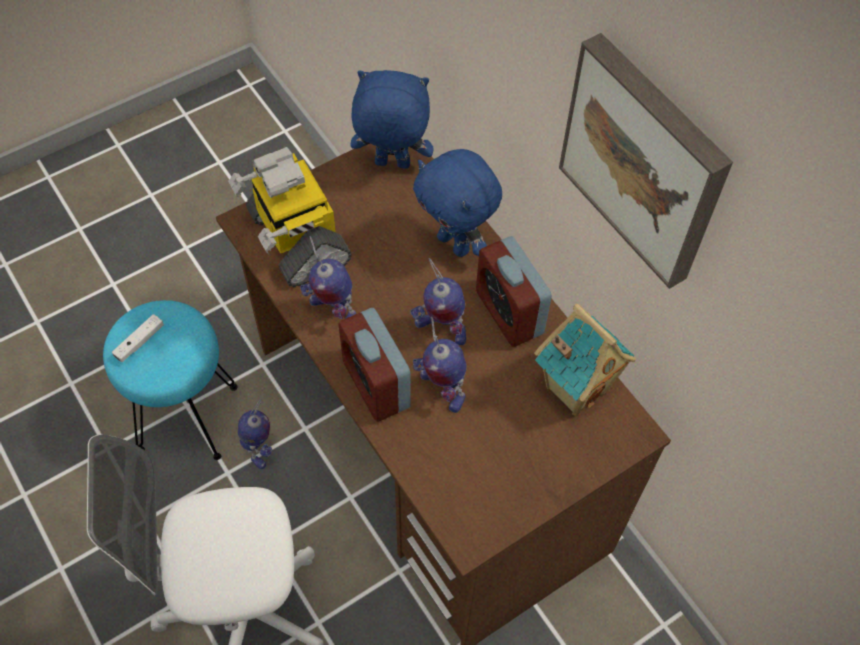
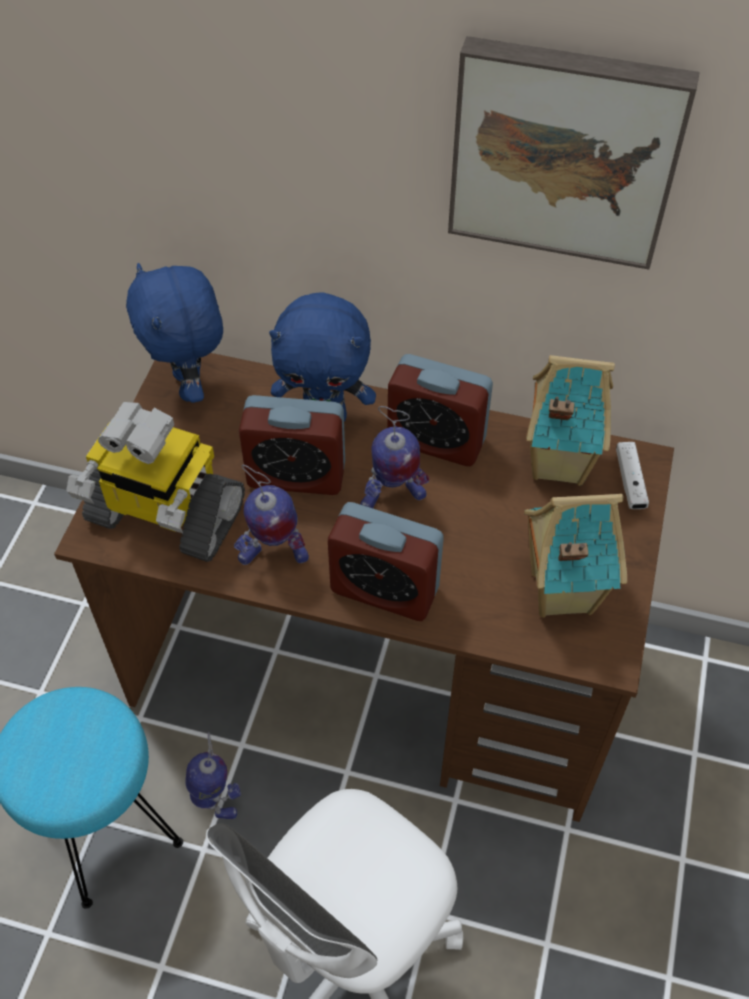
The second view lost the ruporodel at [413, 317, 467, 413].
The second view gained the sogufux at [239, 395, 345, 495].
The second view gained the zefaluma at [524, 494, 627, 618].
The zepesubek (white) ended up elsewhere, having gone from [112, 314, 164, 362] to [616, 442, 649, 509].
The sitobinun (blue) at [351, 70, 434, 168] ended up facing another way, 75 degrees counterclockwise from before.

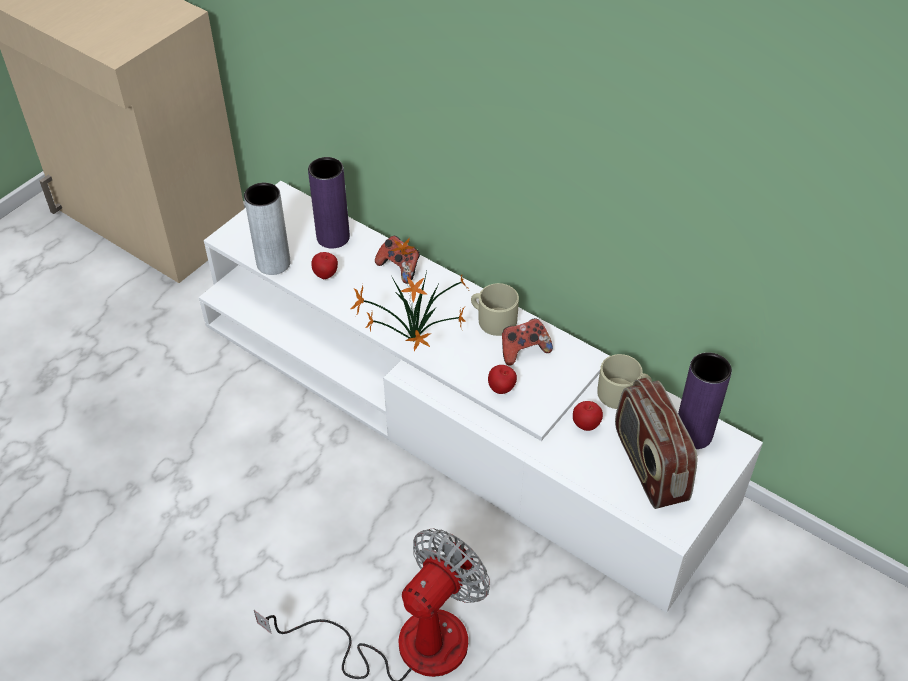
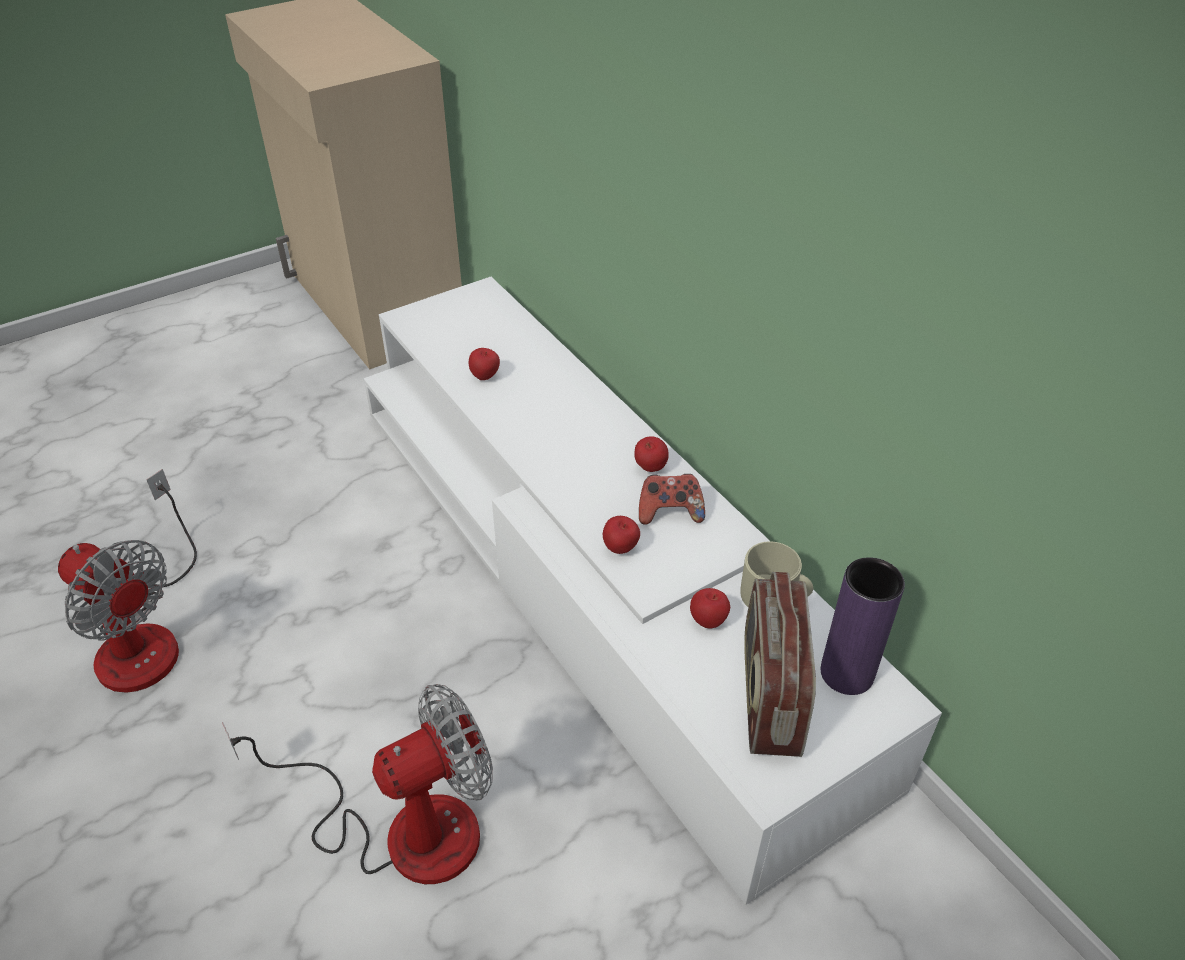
The second view lost the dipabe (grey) at [244, 183, 290, 275].
The second view lost the dipabe (purple) at [308, 157, 350, 249].
The second view lost the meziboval at [350, 237, 469, 351].
The second view lost the zepesubek at [375, 236, 420, 284].
The second view gained the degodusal at [58, 469, 197, 693].
Where the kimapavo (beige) stood at [471, 283, 519, 336], the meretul came to stand at [634, 436, 669, 472].

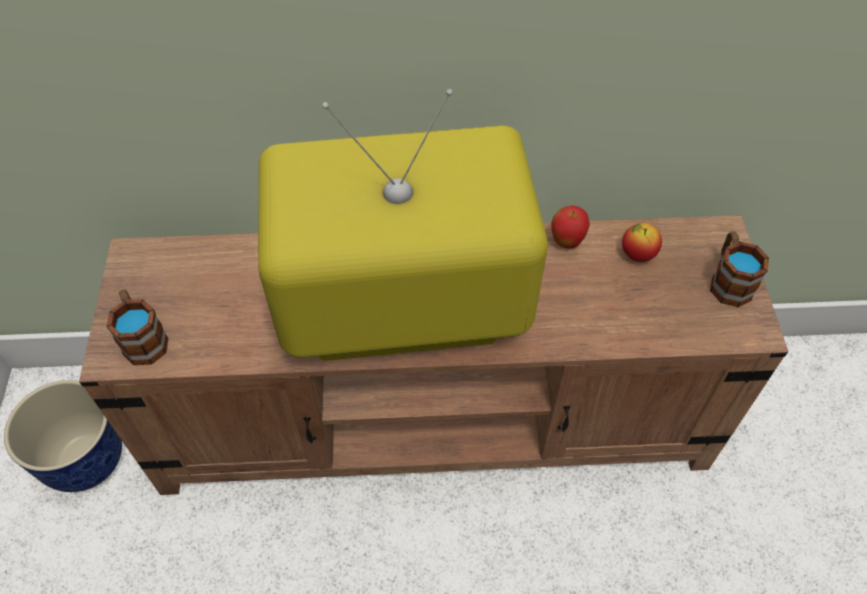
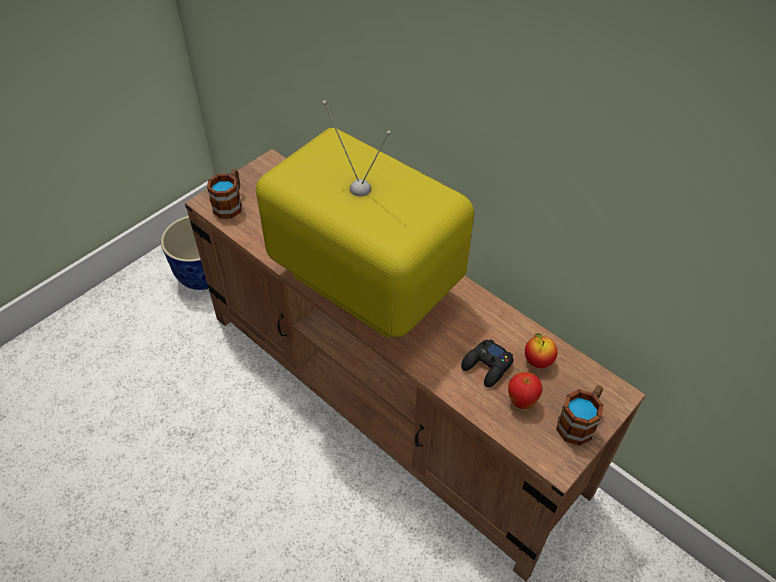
The second view gained the zepesubek (black) at [461, 339, 514, 387].
The meretul ended up elsewhere, having gone from [551, 206, 590, 249] to [508, 372, 543, 409].

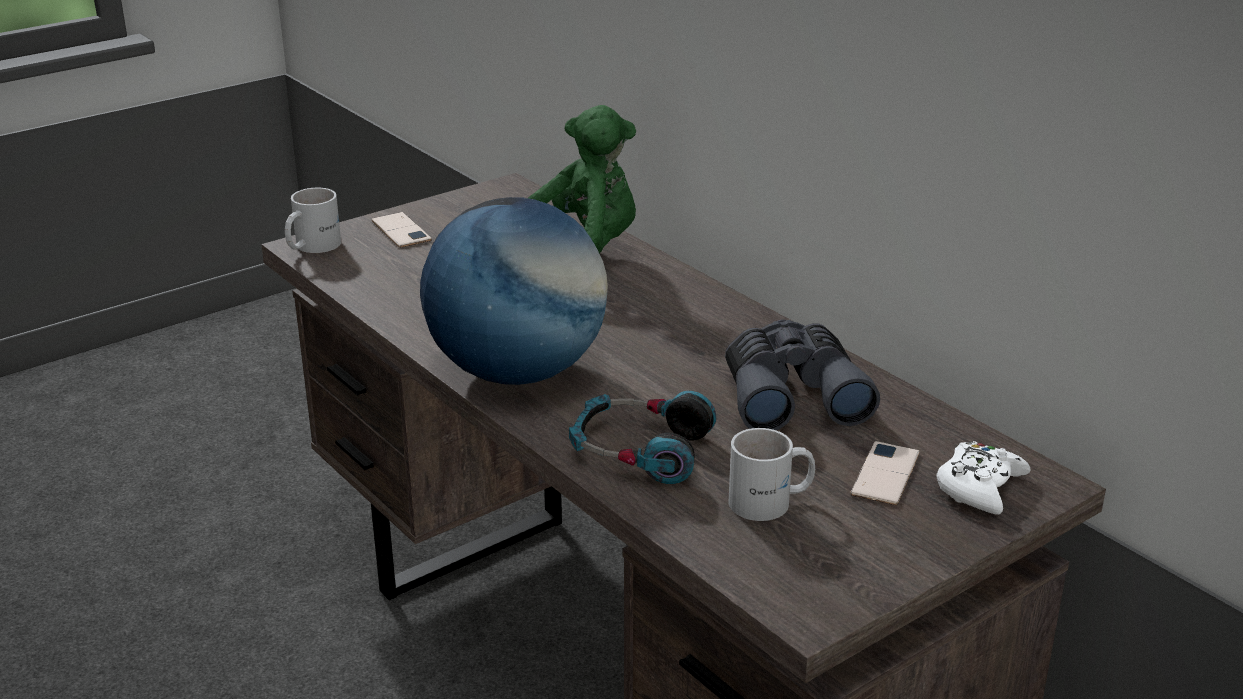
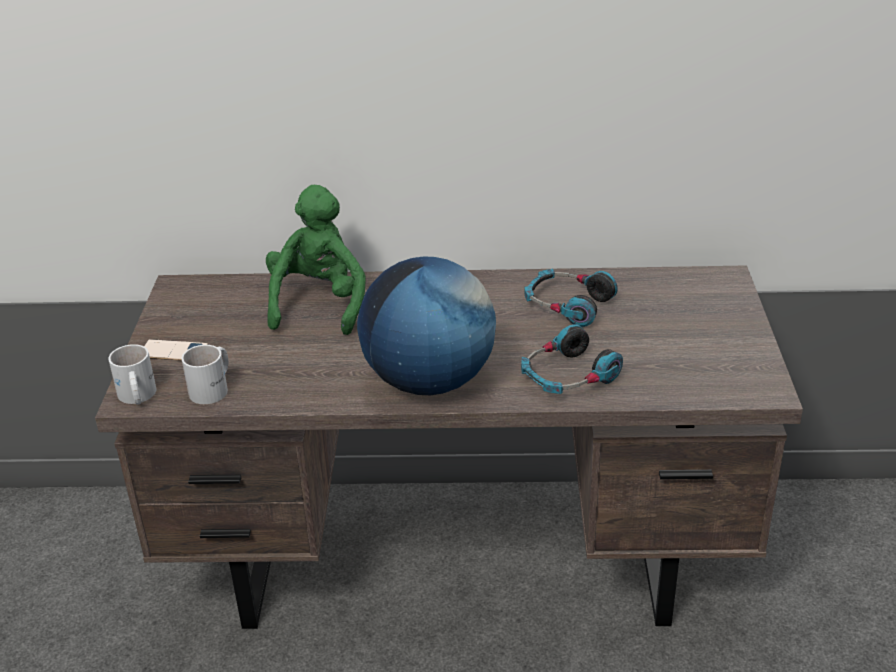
The second view lost the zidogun at [850, 441, 920, 505].
The second view lost the zepesubek (white) at [936, 441, 1031, 515].
The kimapavo (white) ended up elsewhere, having gone from [729, 428, 815, 521] to [182, 345, 228, 404].
Where the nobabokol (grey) stood at [725, 320, 880, 430], the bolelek came to stand at [524, 269, 618, 327].

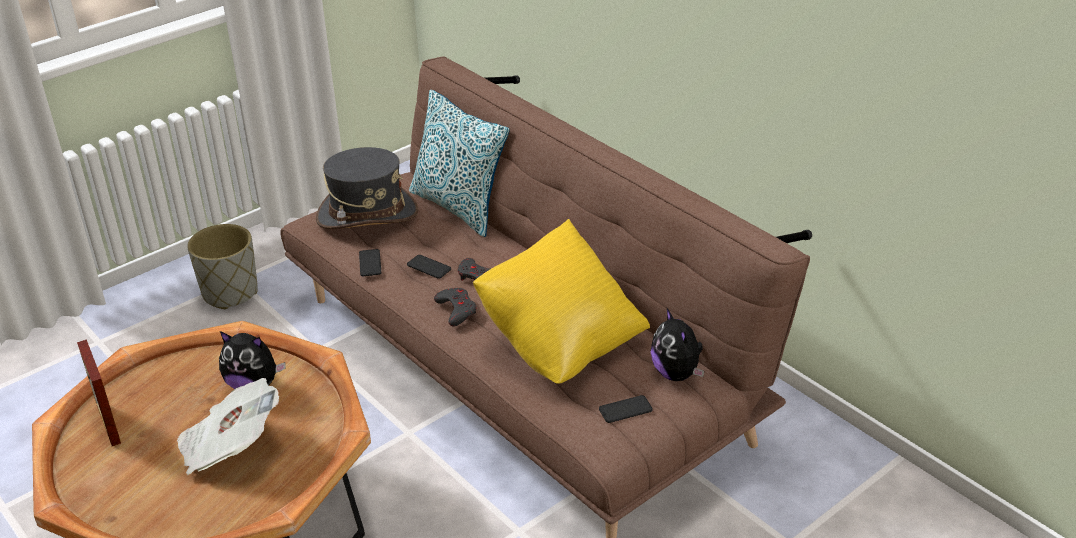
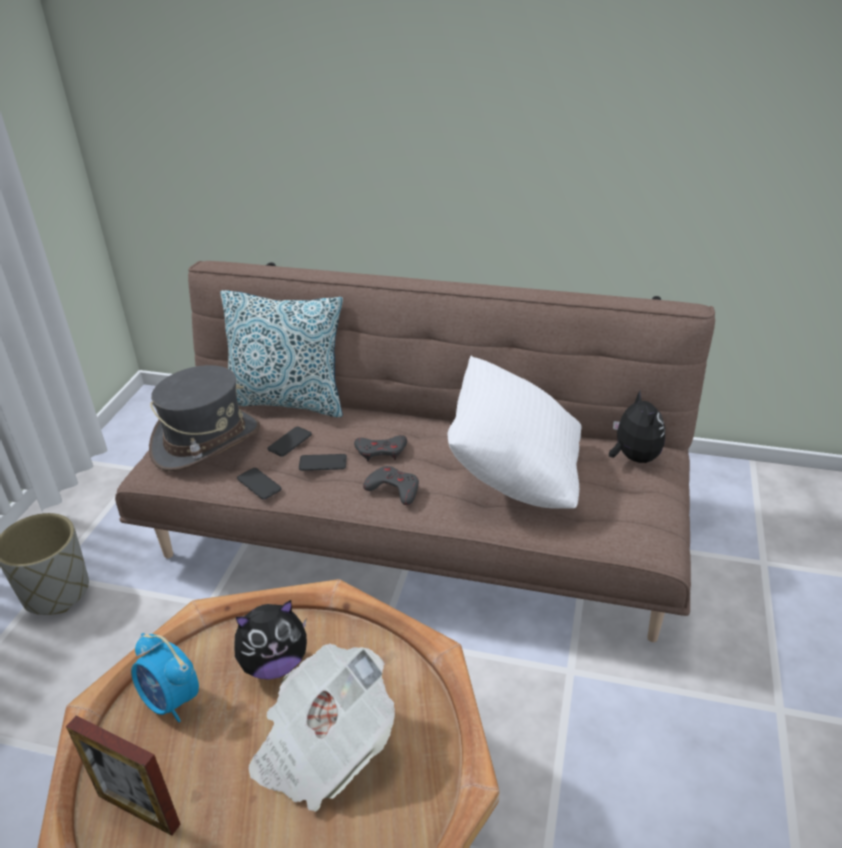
The second view gained the sogufux at [131, 633, 199, 722].
The zidogun ended up elsewhere, having gone from [599, 395, 653, 423] to [268, 427, 312, 457].
What was the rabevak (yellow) at [473, 219, 650, 384] turned into the rabevak (white) at [447, 356, 581, 509].
The sitobinun at [651, 307, 704, 381] ended up facing another way, 135 degrees counterclockwise from before.

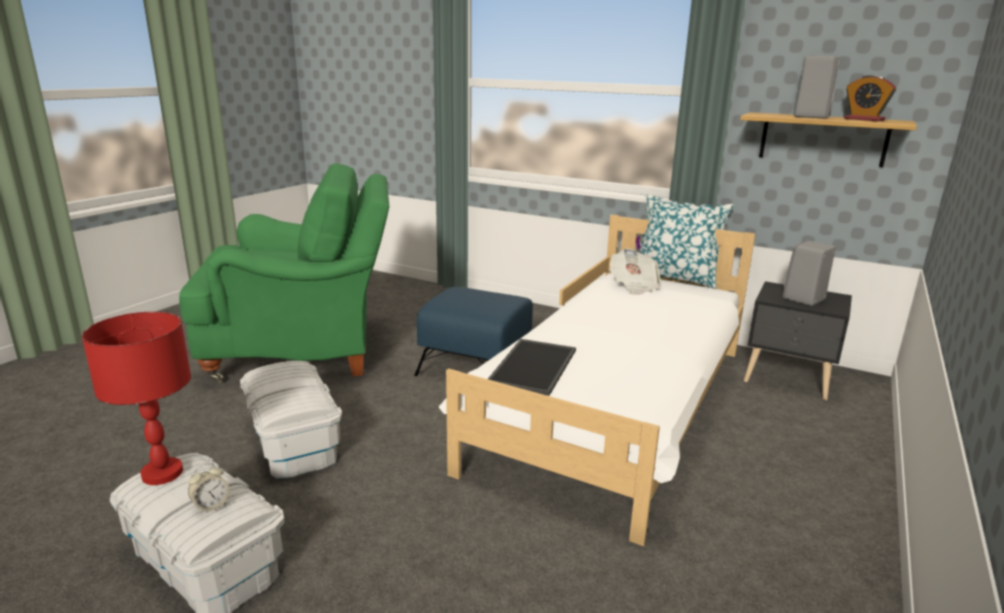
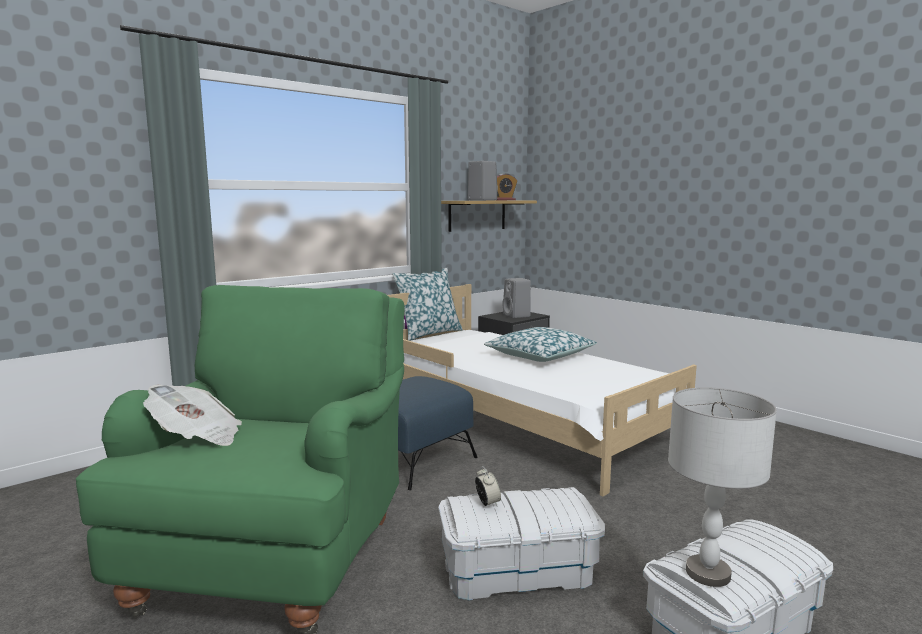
The second view lost the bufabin at [488, 339, 576, 396].
The second view gained the rabevak at [484, 327, 597, 362].
The sogufux ended up elsewhere, having gone from [188, 463, 230, 514] to [475, 466, 501, 507].
The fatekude ended up elsewhere, having gone from [609, 248, 660, 295] to [143, 384, 242, 446].
What was the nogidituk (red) at [82, 312, 191, 485] turned into the nogidituk (grey) at [668, 387, 777, 587].

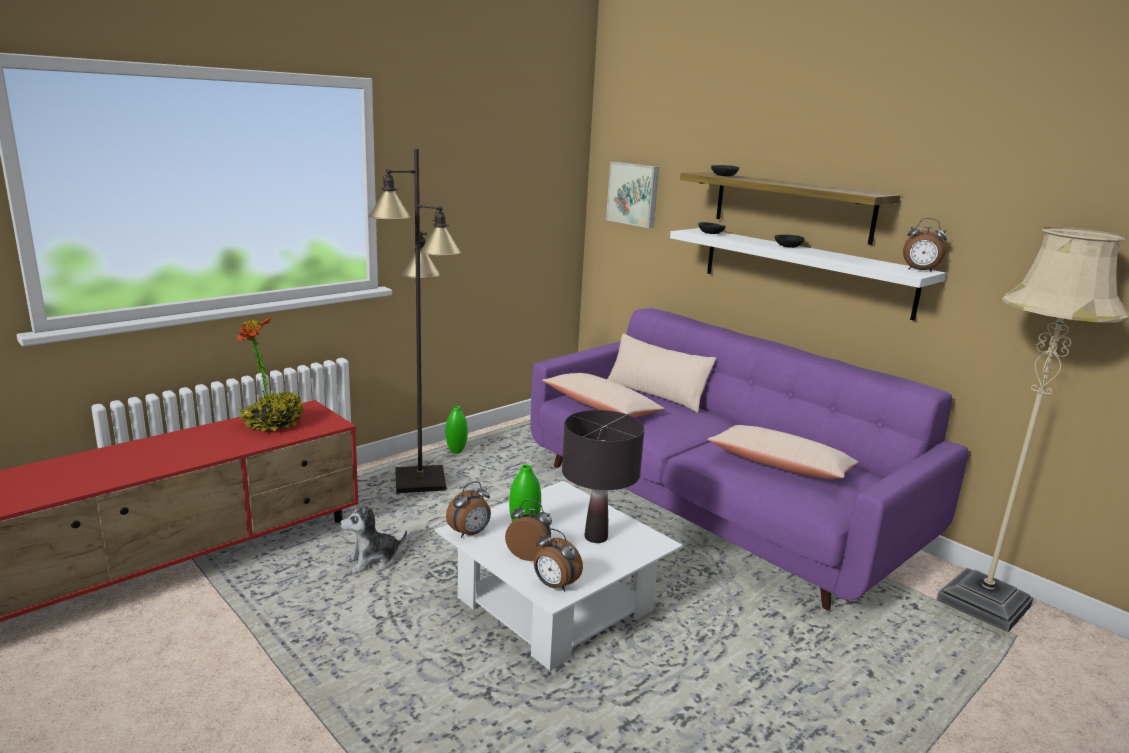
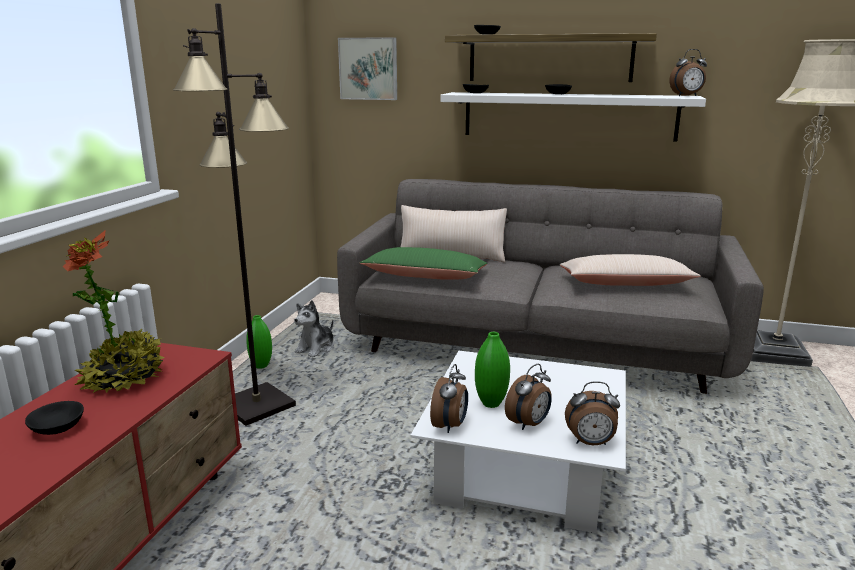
The second view lost the nogidituk (black) at [562, 410, 644, 543].
The second view gained the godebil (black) at [25, 401, 84, 435].
The sitobinun ended up elsewhere, having gone from [340, 501, 407, 573] to [294, 300, 334, 357].
What was the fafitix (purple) at [530, 308, 968, 611] turned into the fafitix (grey) at [337, 179, 764, 394].
What was the rabevak (beige) at [542, 373, 665, 417] turned into the rabevak (green) at [360, 247, 488, 280].
The sogufux at [505, 500, 552, 561] ended up facing another way, 150 degrees clockwise from before.

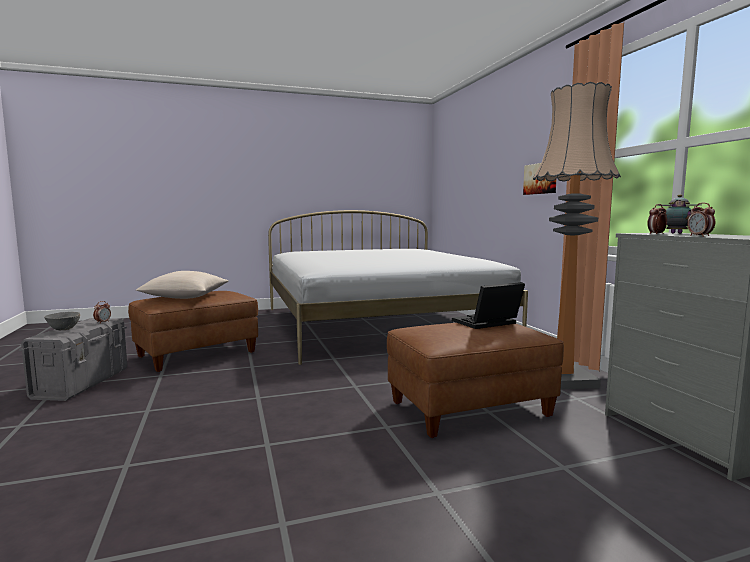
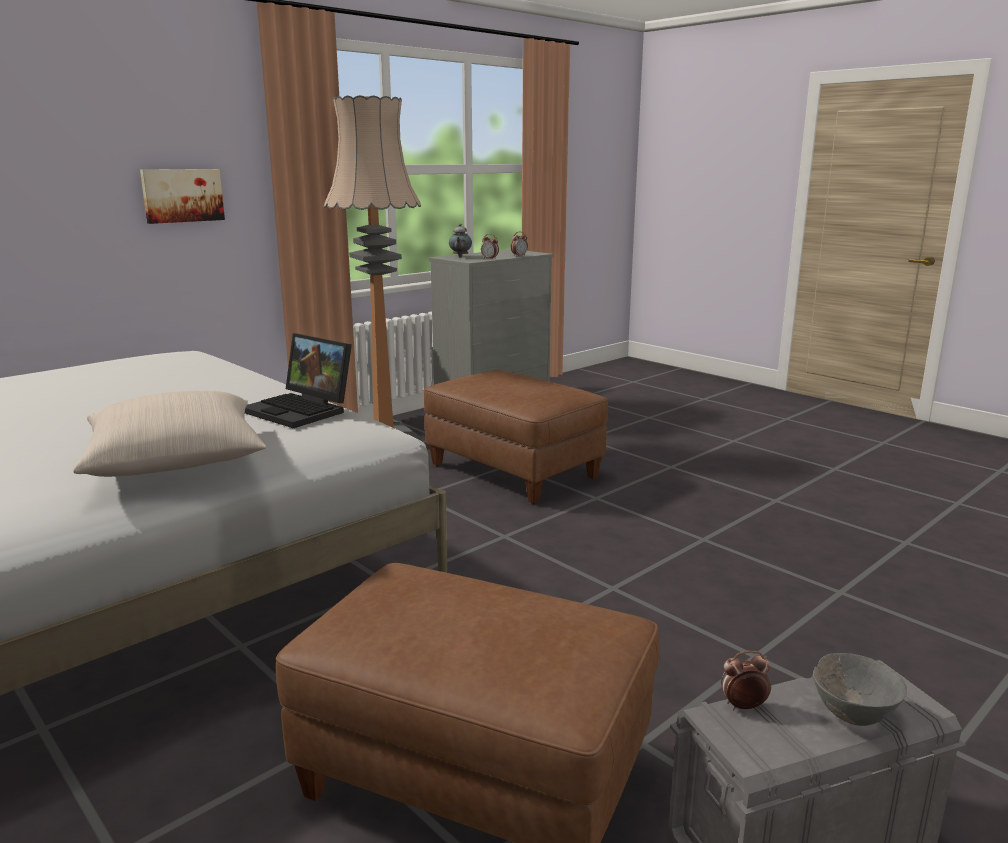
The rabevak (beige) ended up elsewhere, having gone from [136, 271, 228, 299] to [73, 391, 267, 477].
The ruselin ended up elsewhere, having gone from [452, 282, 525, 329] to [245, 333, 352, 428].

